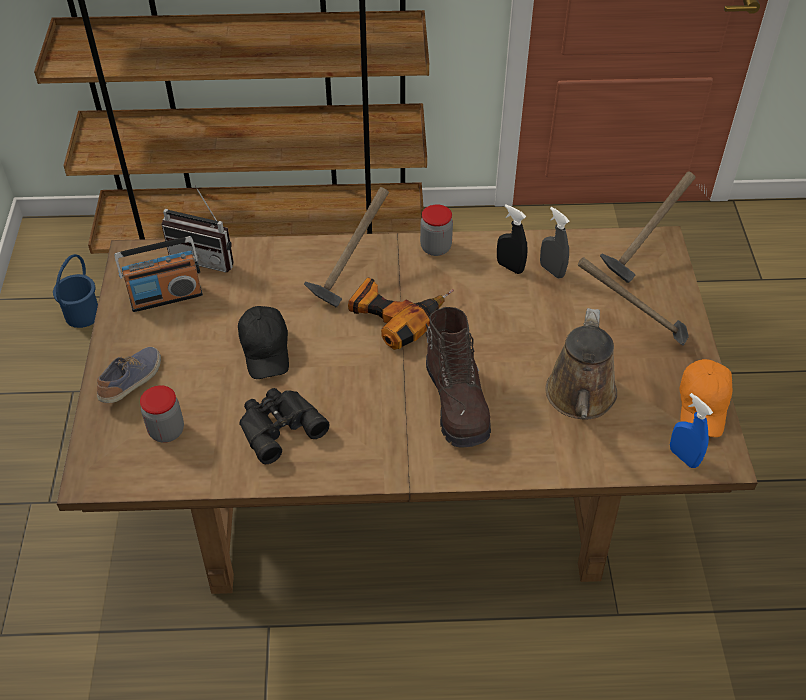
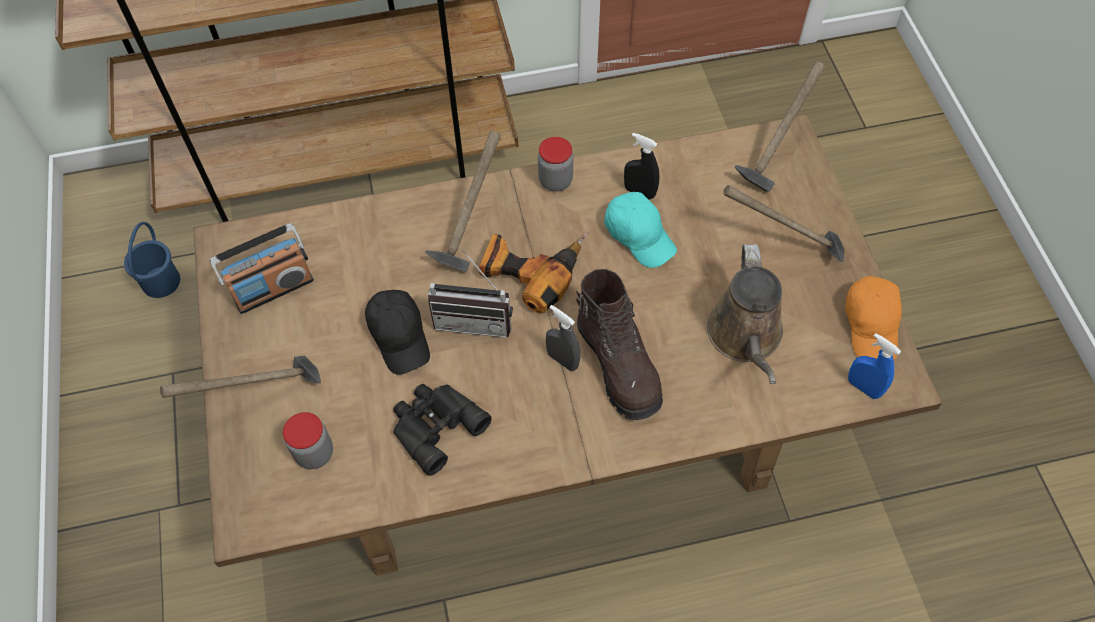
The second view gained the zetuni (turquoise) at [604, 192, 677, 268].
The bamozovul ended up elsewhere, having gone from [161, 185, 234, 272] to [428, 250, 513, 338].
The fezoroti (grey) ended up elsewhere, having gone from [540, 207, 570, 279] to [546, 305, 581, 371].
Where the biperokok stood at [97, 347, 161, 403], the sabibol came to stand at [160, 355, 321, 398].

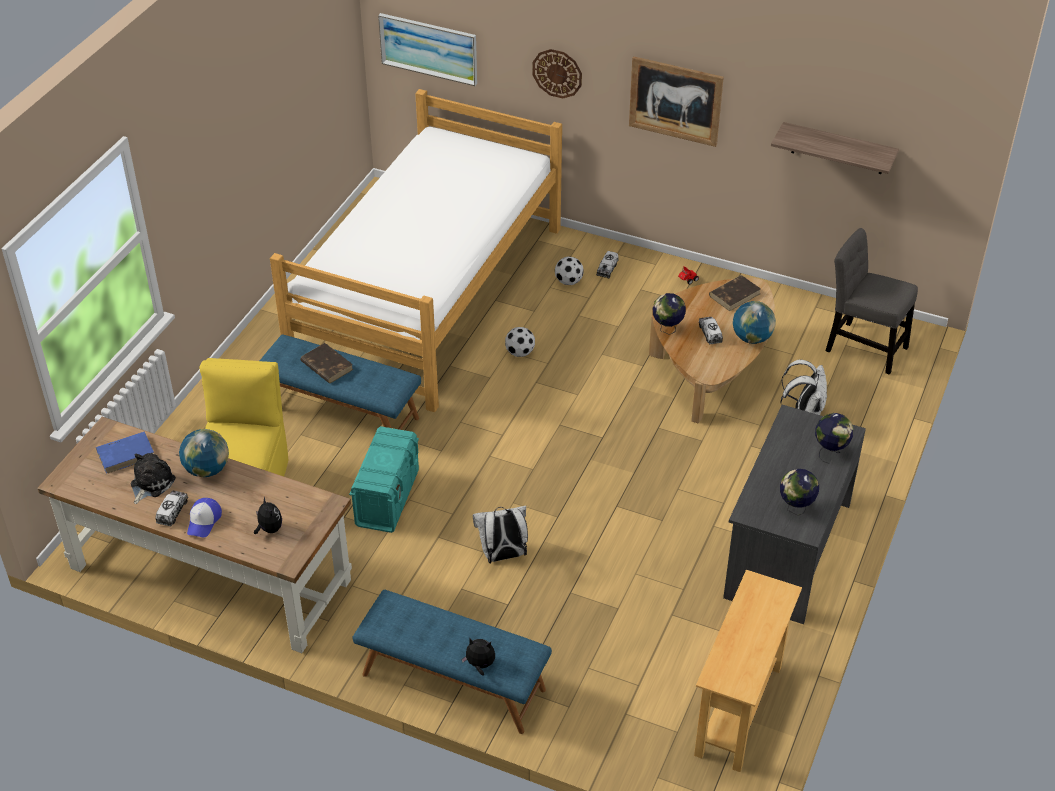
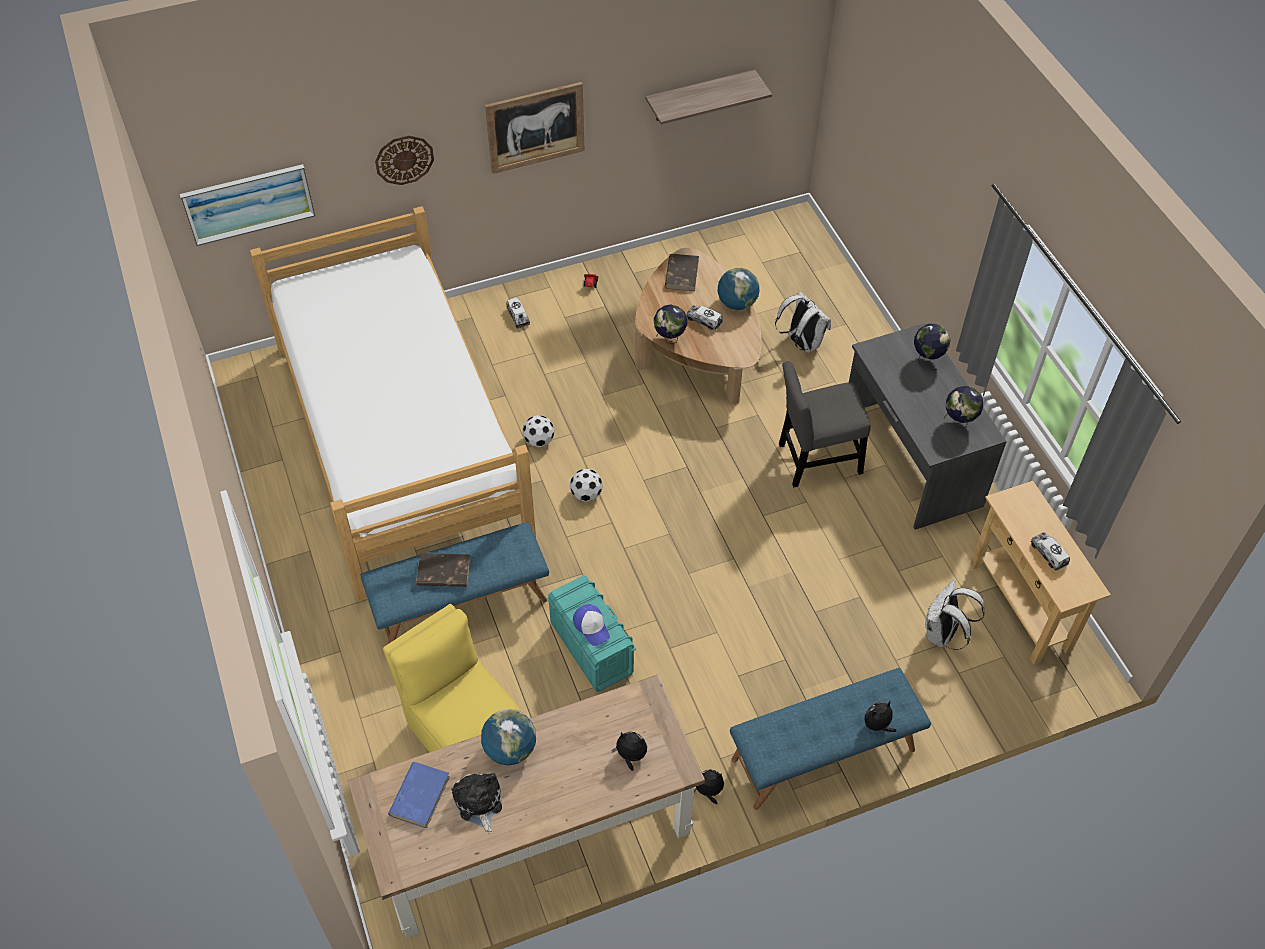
The second view gained the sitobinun at [694, 769, 724, 805].
The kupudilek ended up elsewhere, having gone from [156, 491, 188, 526] to [1031, 532, 1070, 571].
The zetuni ended up elsewhere, having gone from [187, 498, 222, 538] to [573, 604, 610, 646].
The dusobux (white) ended up elsewhere, having gone from [473, 506, 528, 563] to [925, 580, 985, 650].
The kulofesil ended up elsewhere, having gone from [555, 257, 584, 285] to [570, 469, 603, 502].
The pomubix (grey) ended up elsewhere, having gone from [826, 228, 918, 375] to [779, 361, 871, 487].

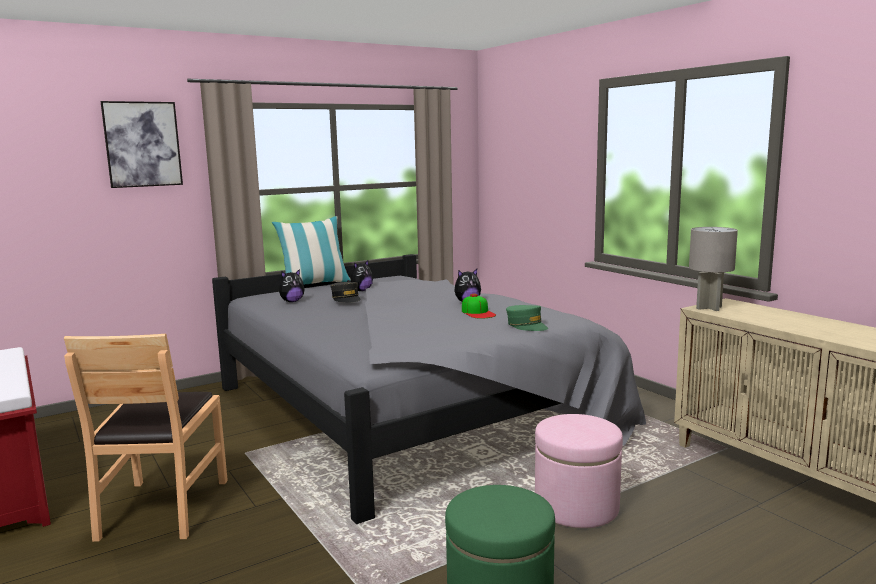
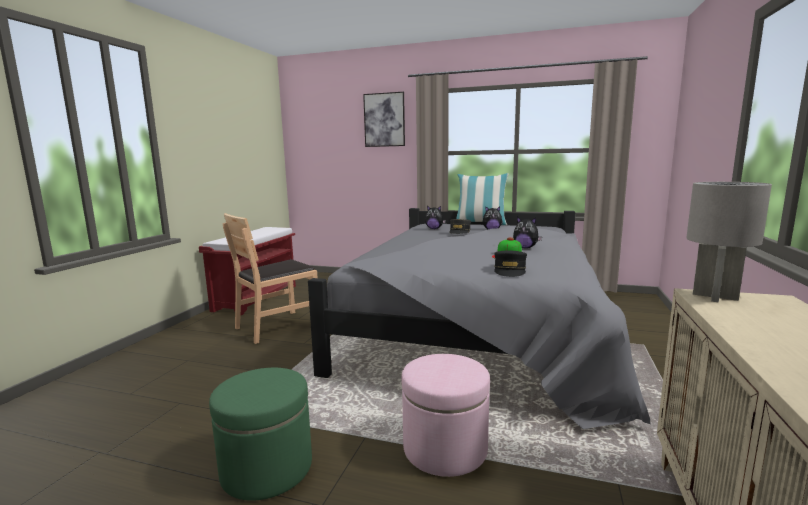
What was the zetuni (green) at [506, 305, 548, 331] turned into the zetuni (black) at [494, 250, 527, 277].

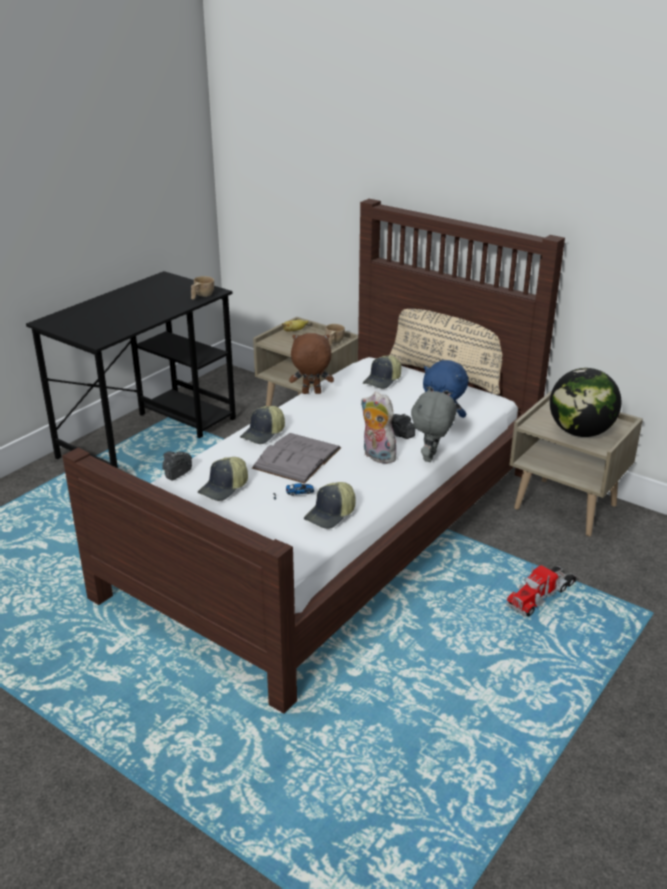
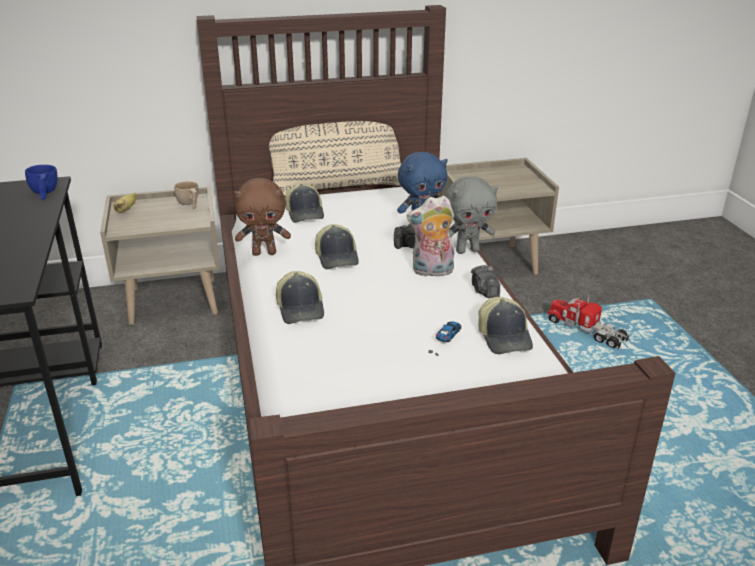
The second view lost the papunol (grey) at [252, 433, 341, 484].
The second view lost the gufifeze at [550, 368, 622, 437].
The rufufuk ended up elsewhere, having gone from [162, 451, 192, 481] to [471, 265, 500, 298].
The zetuni ended up elsewhere, having gone from [198, 457, 248, 501] to [315, 224, 359, 269].
What was the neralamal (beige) at [191, 276, 214, 300] turned into the neralamal (blue) at [25, 165, 58, 200].
The sitobinun (brown) at [289, 333, 334, 394] ended up facing another way, 135 degrees counterclockwise from before.
The sitobinun (grey) at [411, 387, 457, 462] ended up facing another way, 75 degrees counterclockwise from before.
The kupudilek at [506, 565, 577, 617] ended up facing another way, 135 degrees clockwise from before.

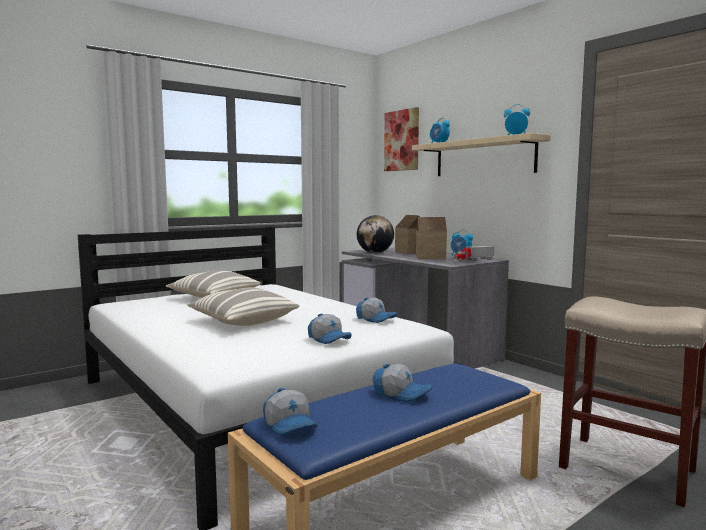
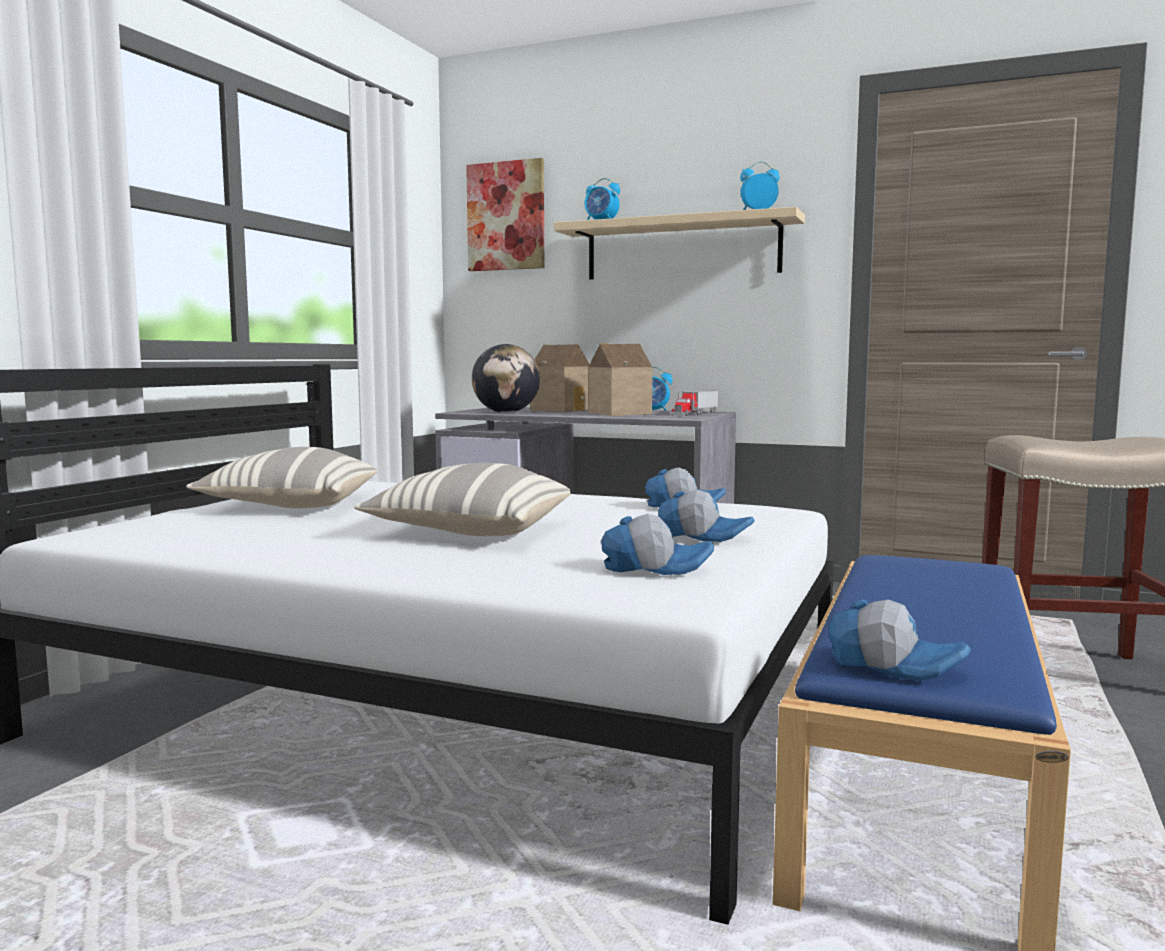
The zetuni ended up elsewhere, having gone from [372, 364, 433, 402] to [601, 514, 714, 575].

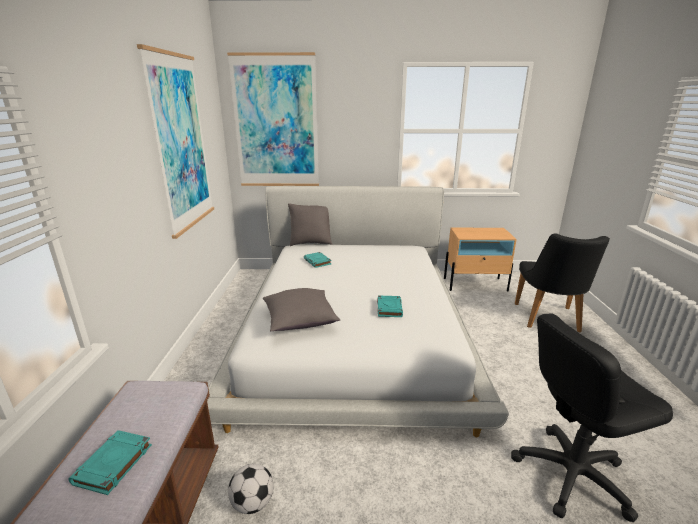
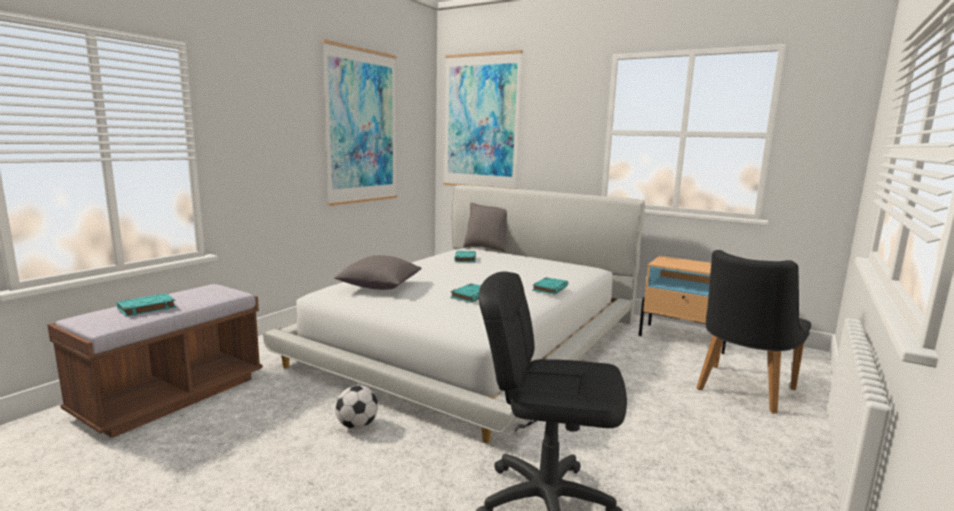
The second view gained the papunol (turquoise) at [532, 277, 568, 295].
The kulofesil ended up elsewhere, having gone from [228, 463, 274, 514] to [335, 386, 378, 429].

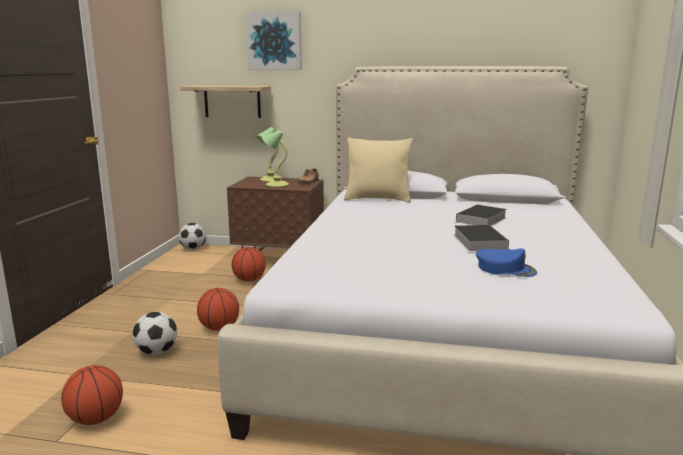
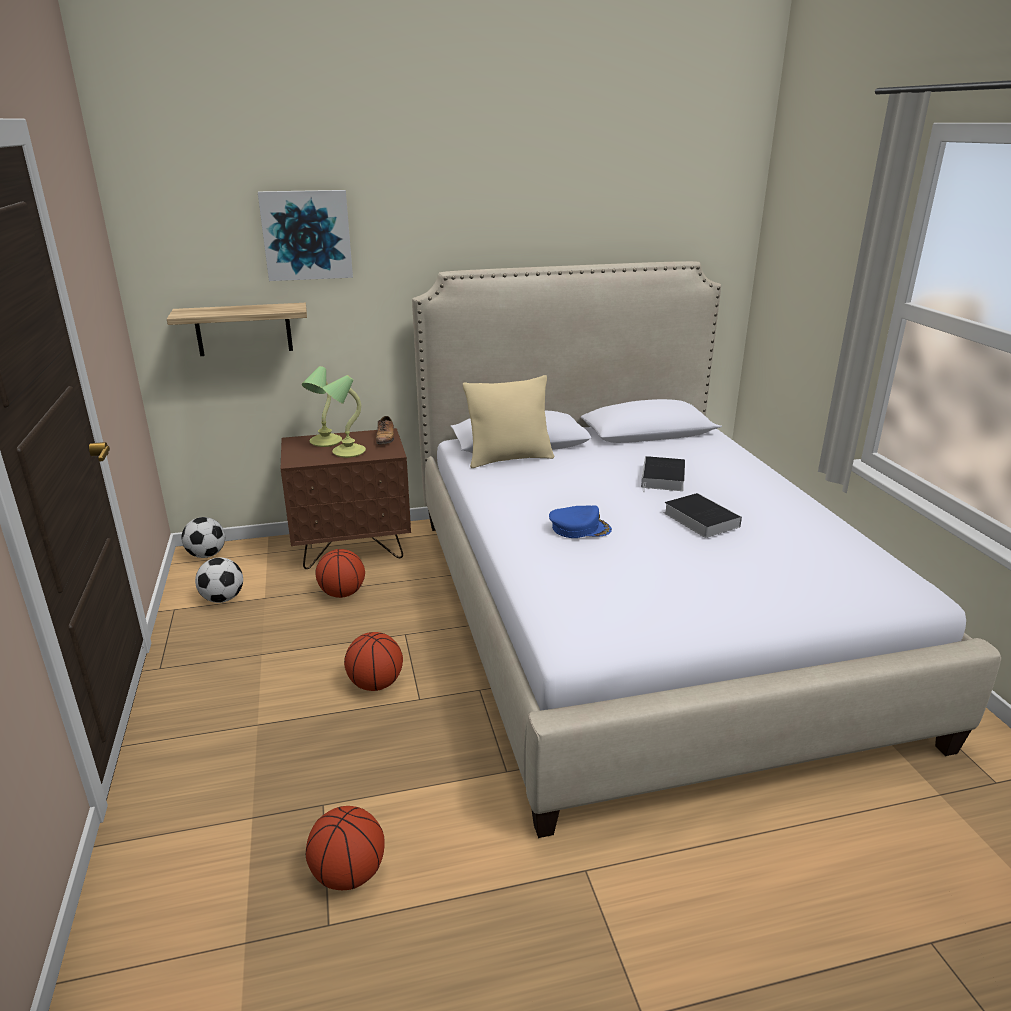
The kulofesil ended up elsewhere, having gone from [133, 312, 177, 355] to [195, 557, 243, 603].
The zetuni (blue) ended up elsewhere, having gone from [476, 248, 537, 277] to [549, 506, 612, 538].

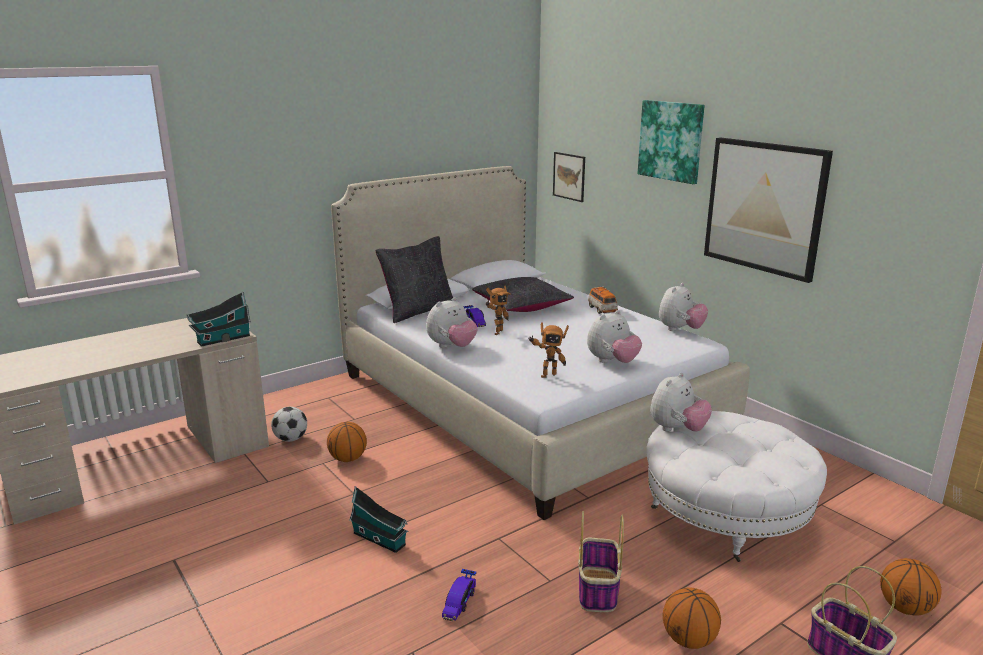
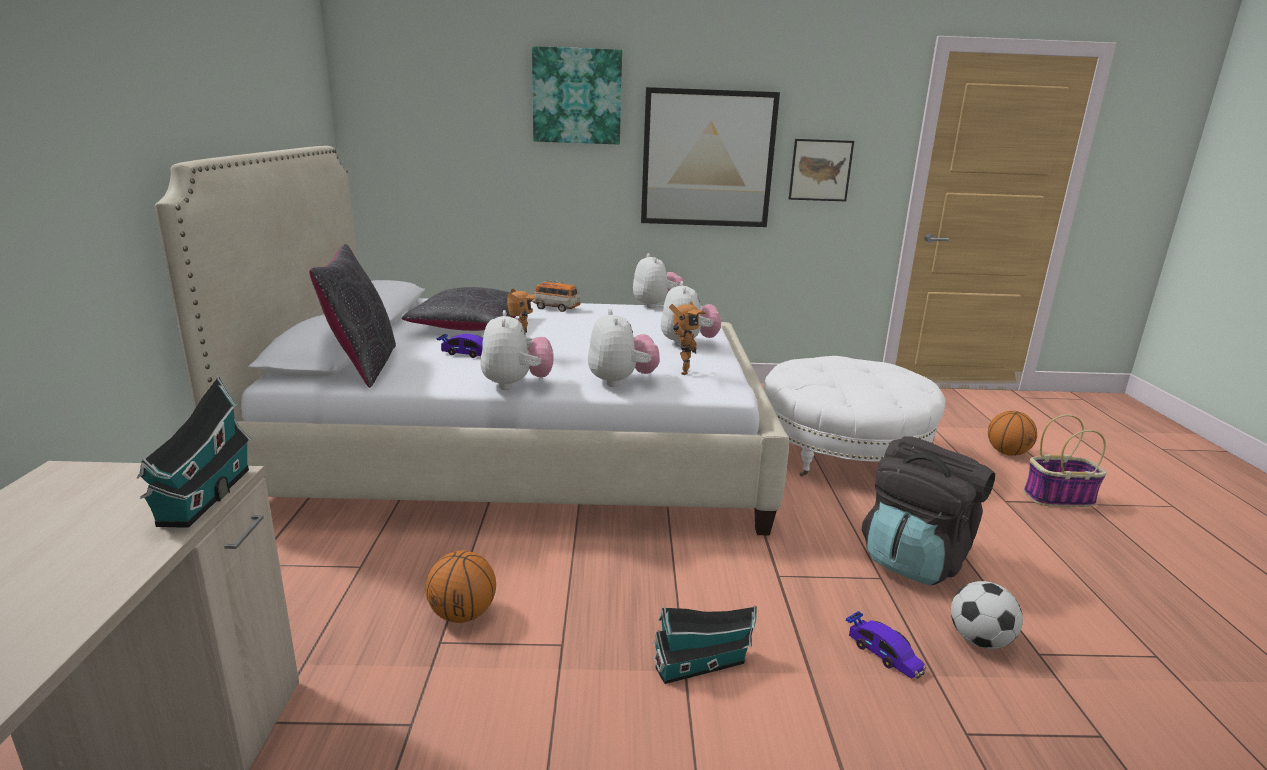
The second view lost the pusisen at [663, 587, 721, 649].
The kulofesil ended up elsewhere, having gone from [271, 407, 307, 442] to [951, 581, 1023, 649].
The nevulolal ended up elsewhere, having gone from [553, 152, 585, 202] to [789, 139, 854, 201].
The sitobinun ended up elsewhere, having gone from [650, 373, 712, 432] to [588, 309, 660, 387].
Where the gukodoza stood at [578, 511, 624, 612], the dusobux (black) came to stand at [862, 436, 995, 585].

